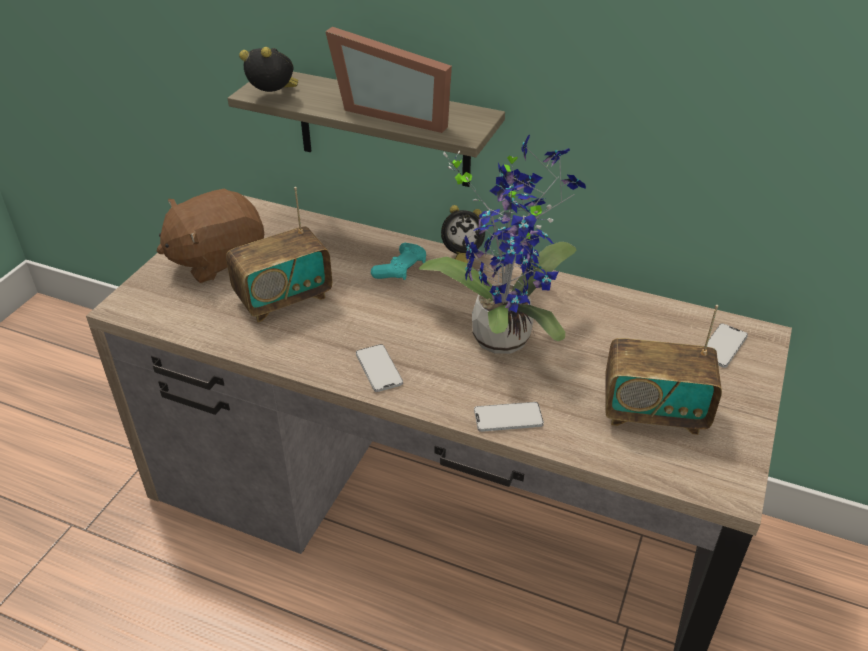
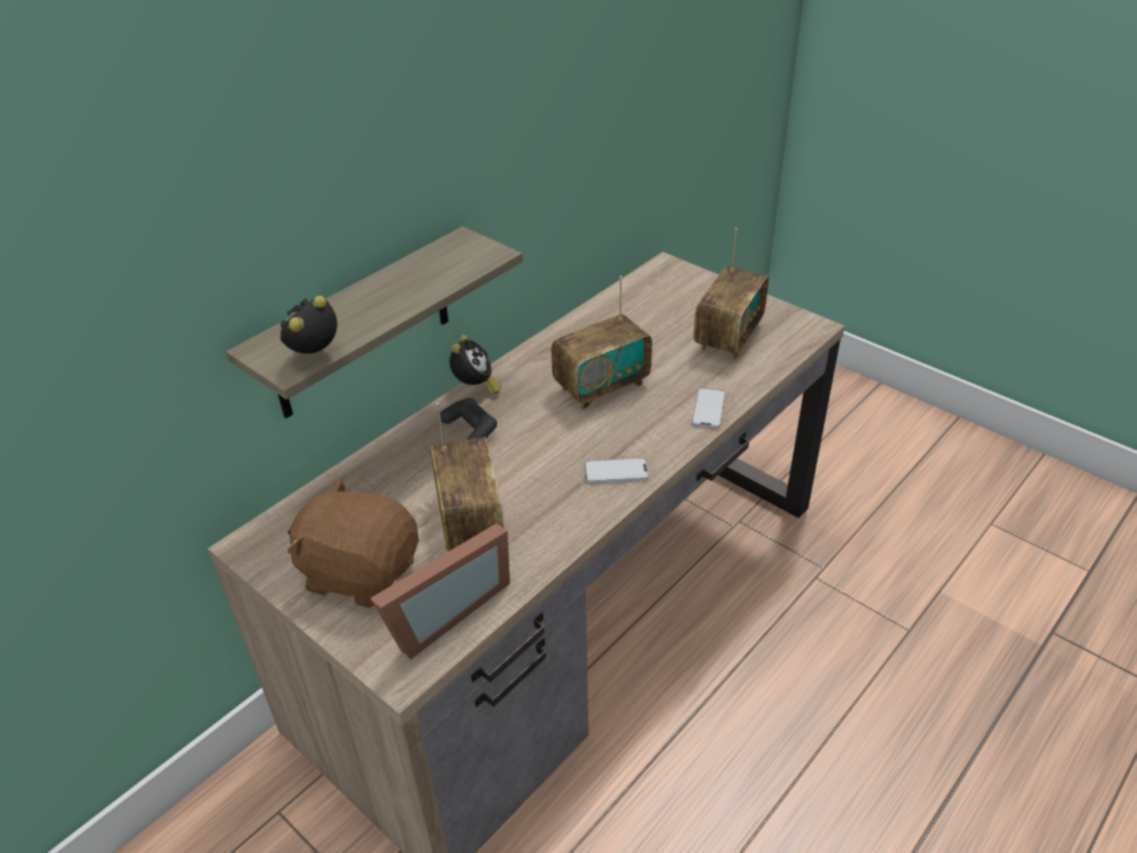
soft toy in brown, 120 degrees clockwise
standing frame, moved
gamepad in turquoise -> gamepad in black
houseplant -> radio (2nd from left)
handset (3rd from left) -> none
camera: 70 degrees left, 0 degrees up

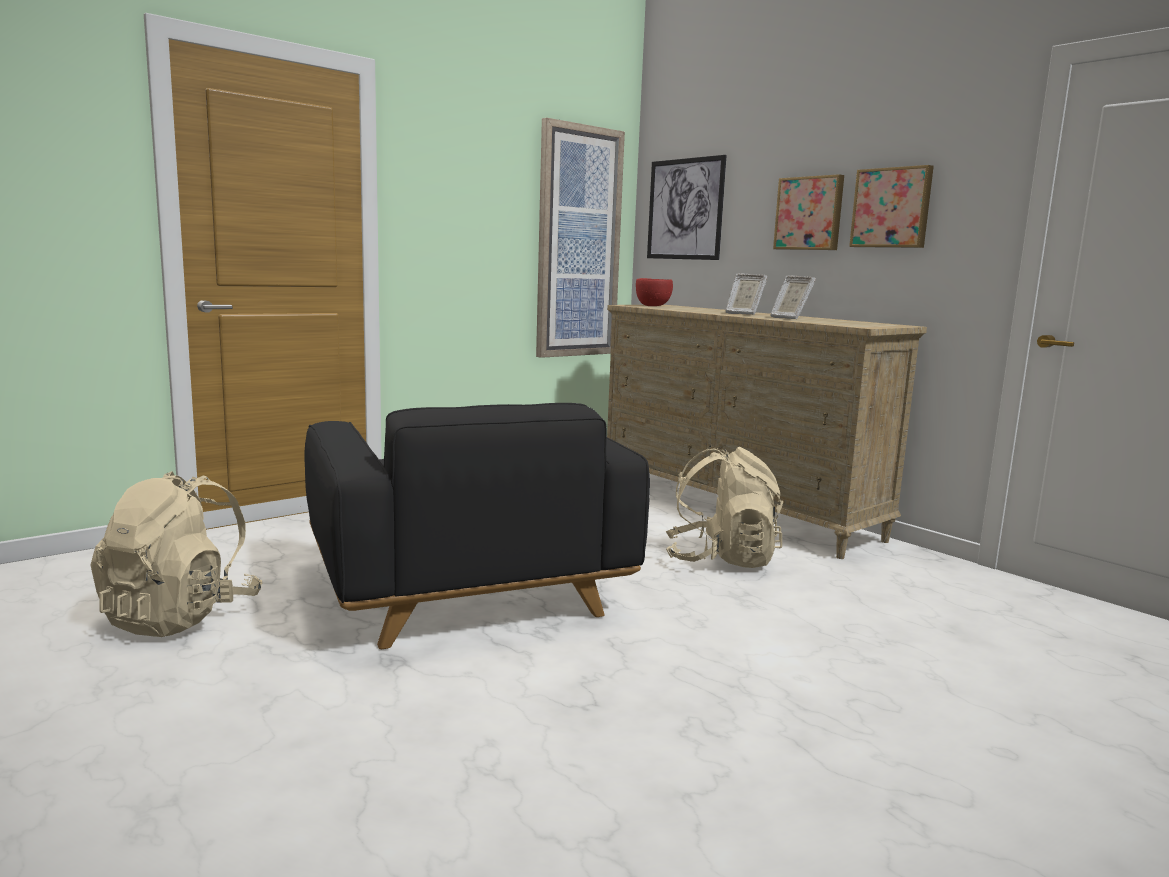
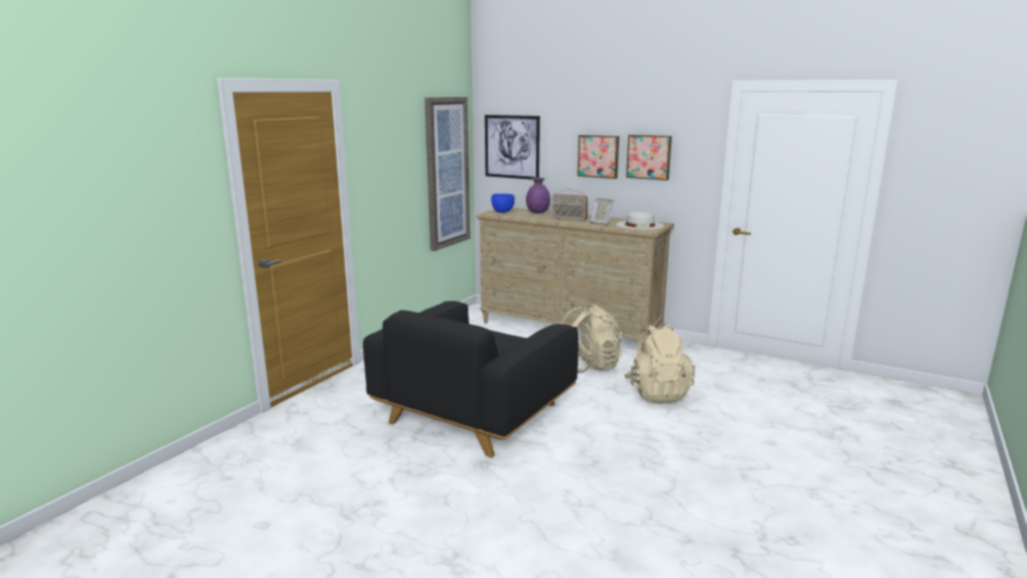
lounge chair in black, 75 degrees clockwise
serving bowl in red-coloured -> serving bowl in blue
none -> vase in purplish
standing frame (1st from left) -> radio
none -> wearable hat in whitish
backpack in beige (1st from left in the first image) -> backpack in beige (2nd from left), moved
camera: 20 degrees left, 5 degrees up

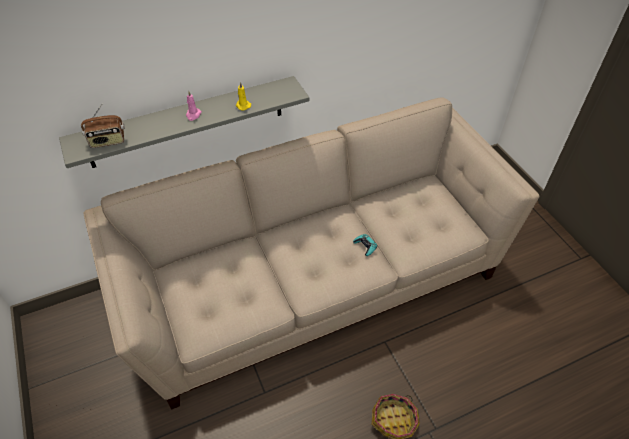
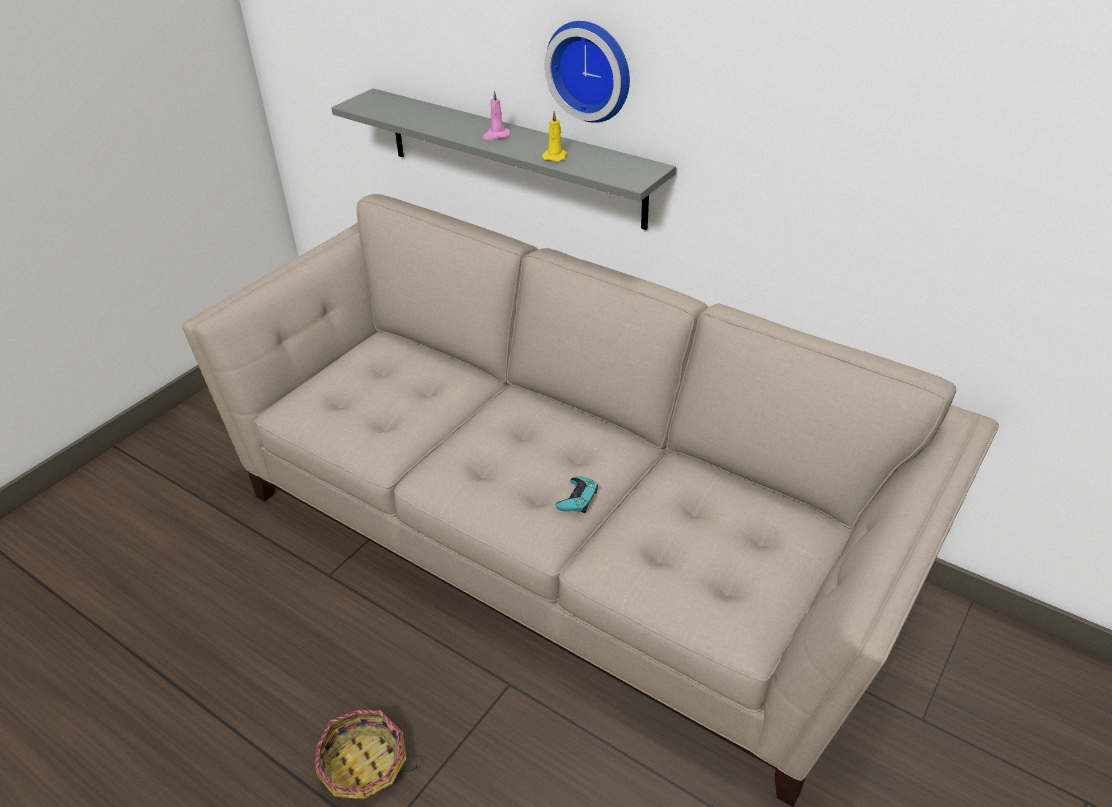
none -> clock on the wall
radio -> none
camera: 60 degrees right, 10 degrees down

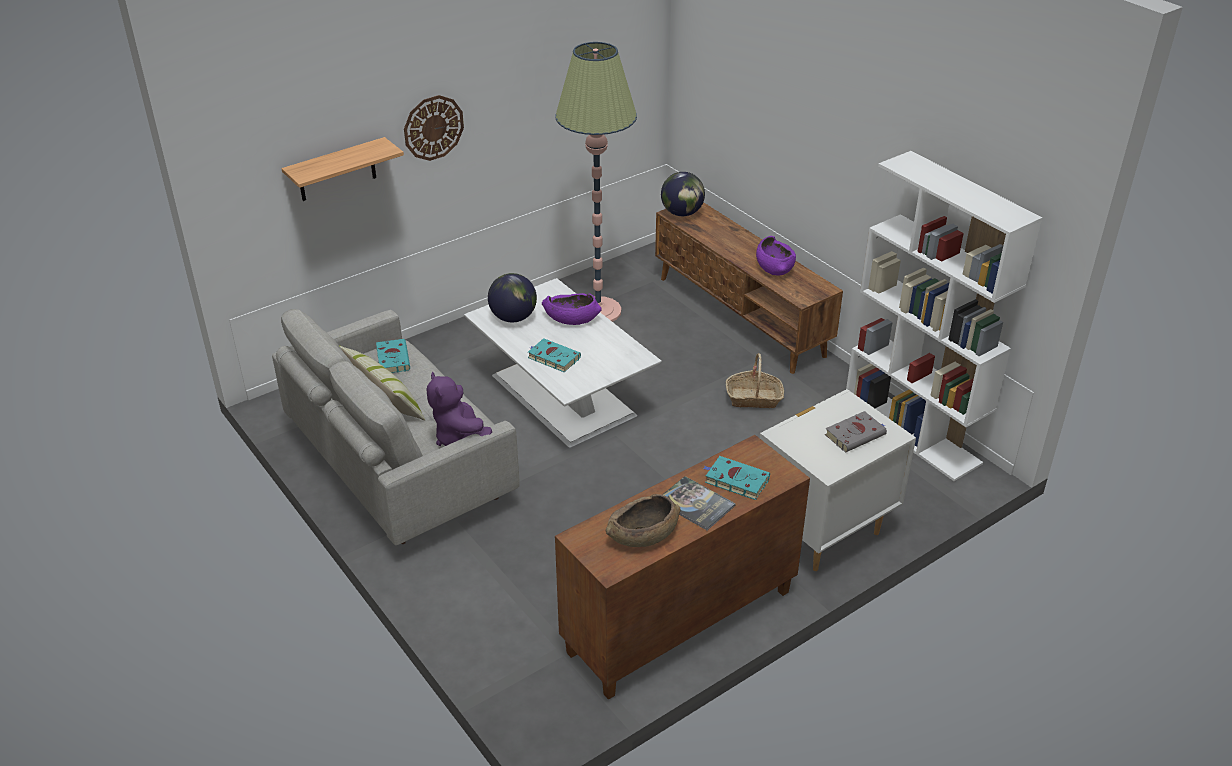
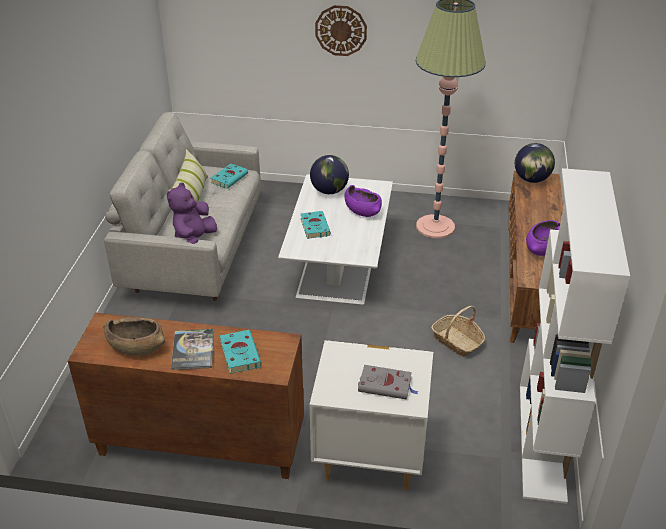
wall shelf -> none
camera: 45 degrees right, 0 degrees up

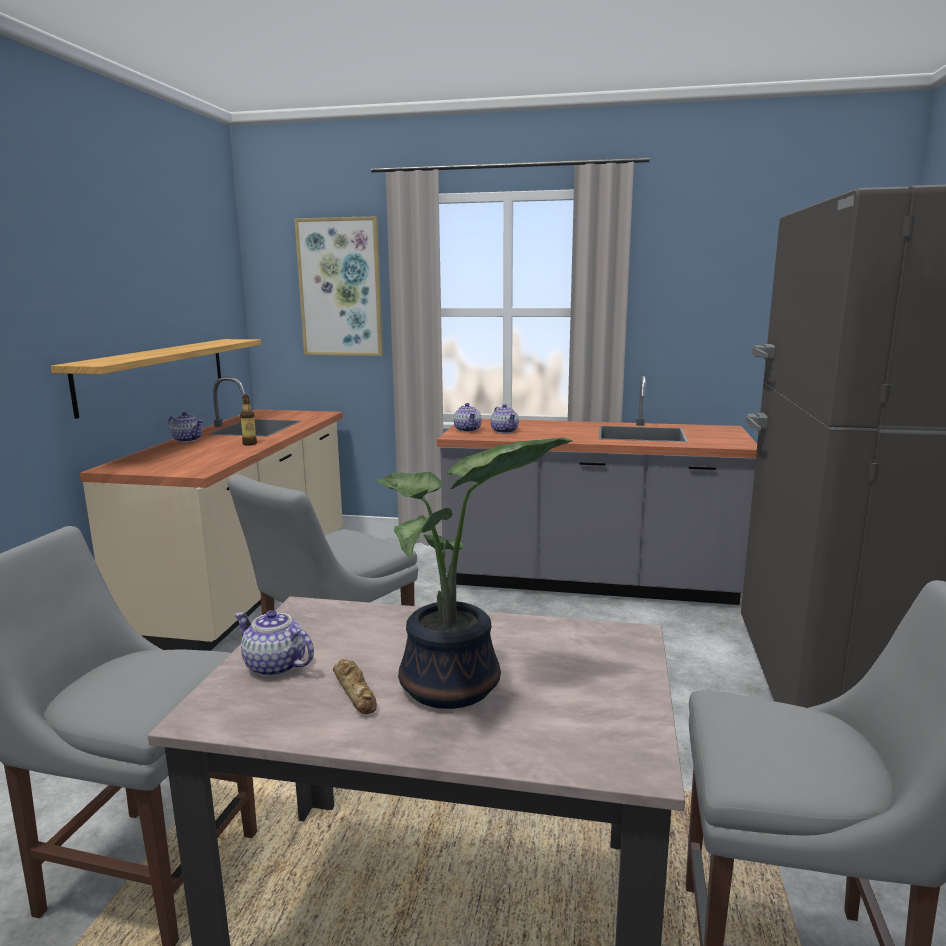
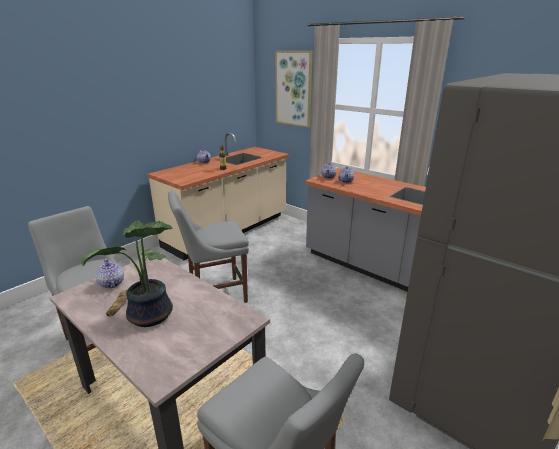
wall shelf -> none
camera: 30 degrees right, 10 degrees up

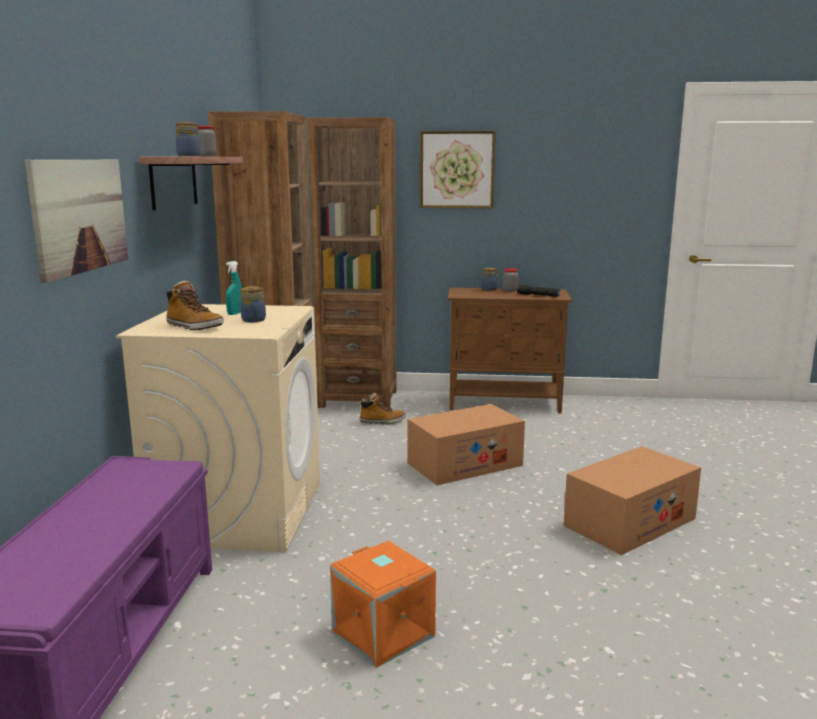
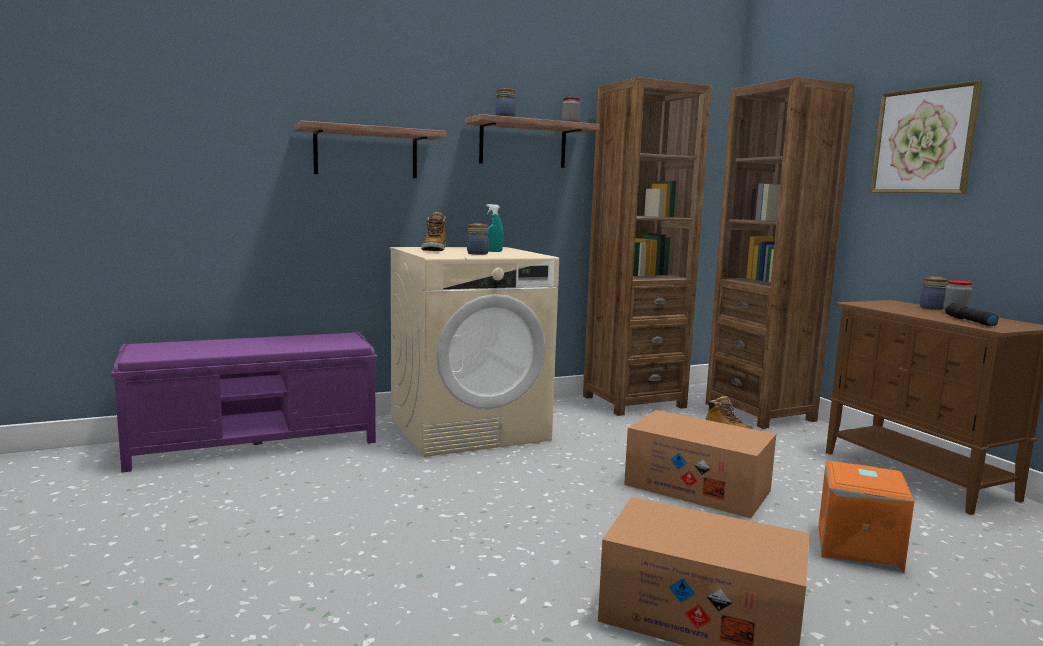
picture (1st from left) -> wall shelf (1st from left)
storage box in orangey, moved
camera: 60 degrees right, 5 degrees down

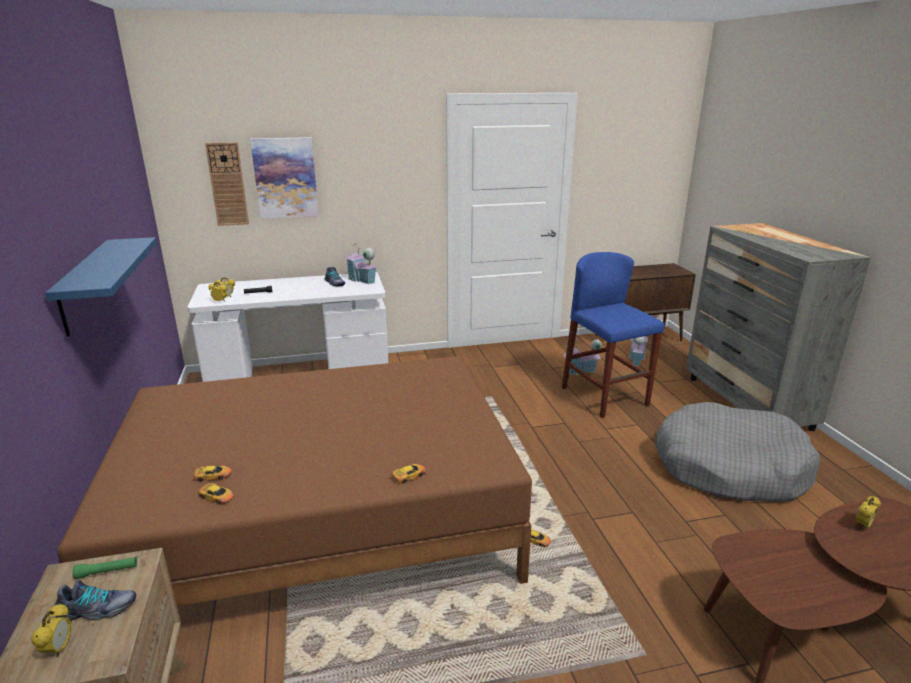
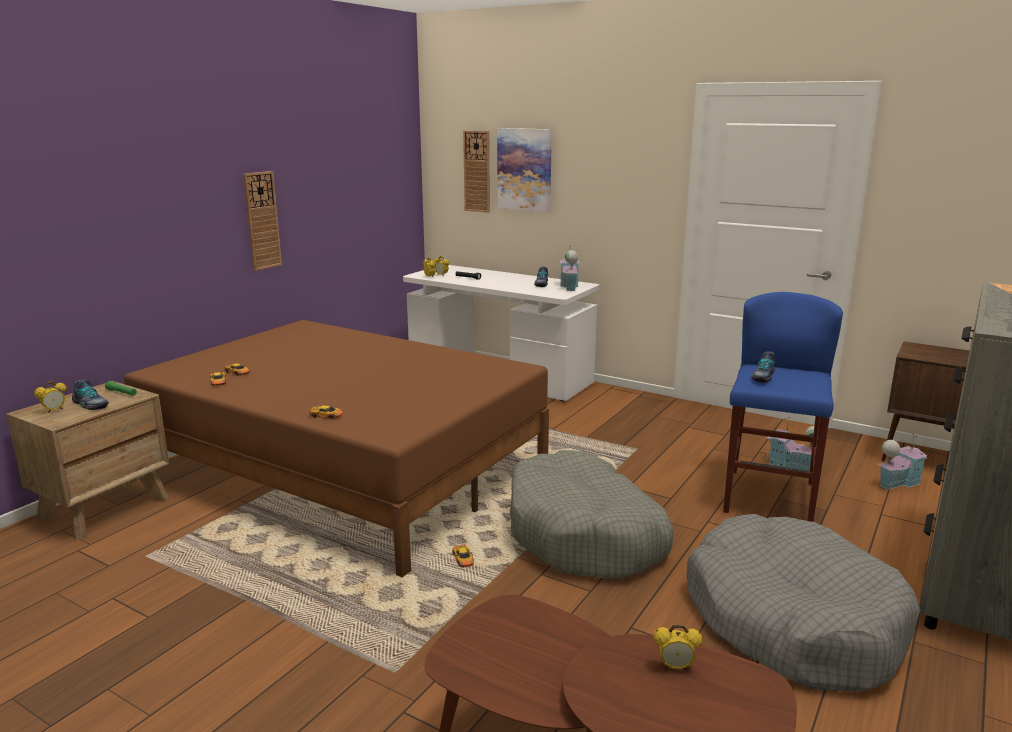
wall shelf in blue -> clock on the wall (1st from left)
none -> dog cushion in greyish (1st from left)
none -> item of footwear (3rd from left)
camera: 45 degrees right, 5 degrees down

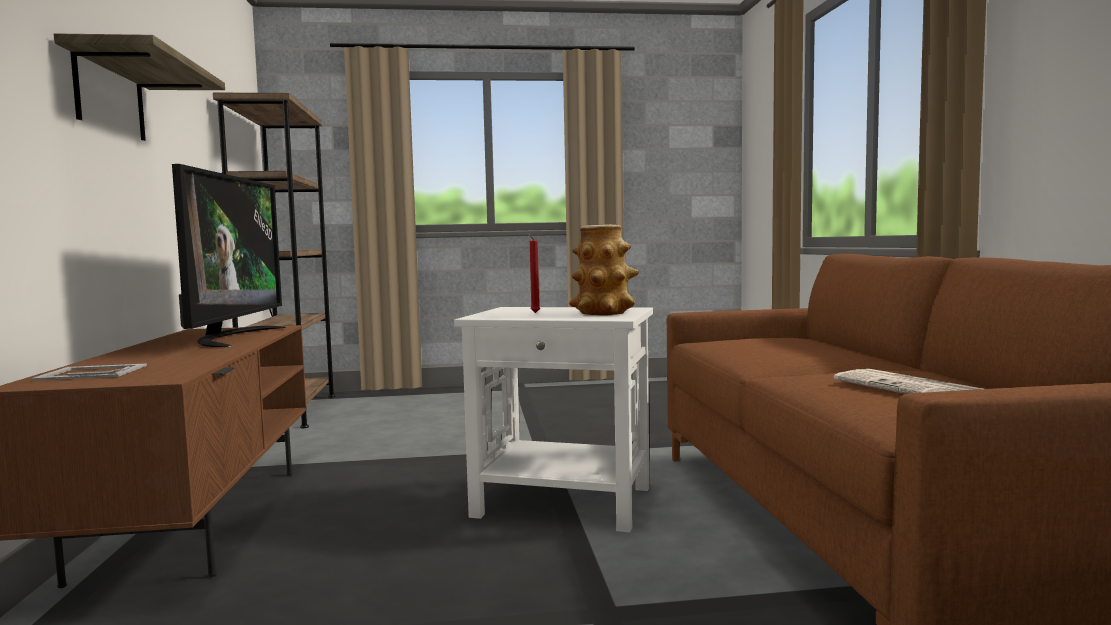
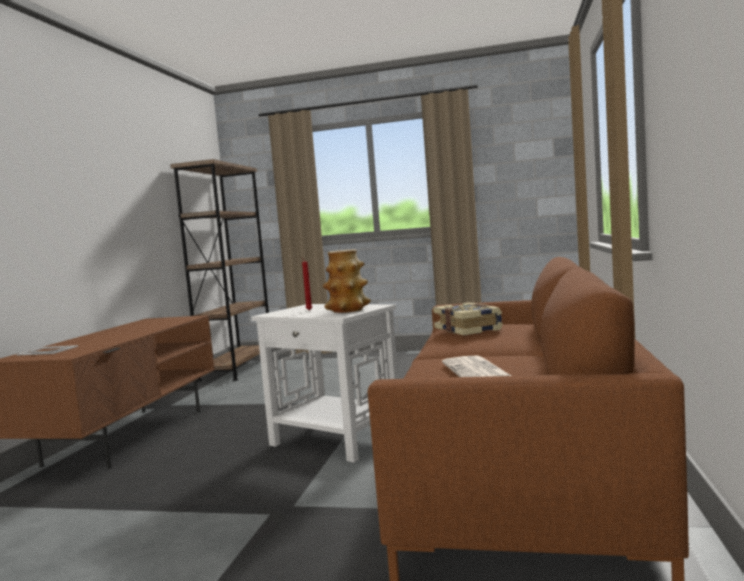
none -> bound book
wall shelf -> none
TV -> none
camera: 20 degrees right, 0 degrees up

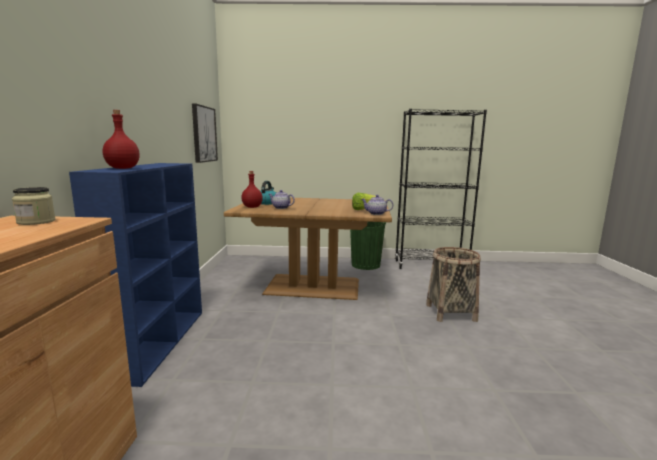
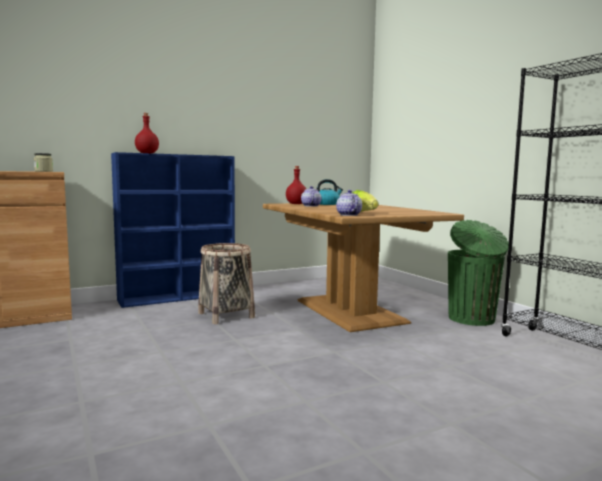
basket, moved
picture -> none
camera: 60 degrees right, 5 degrees down

